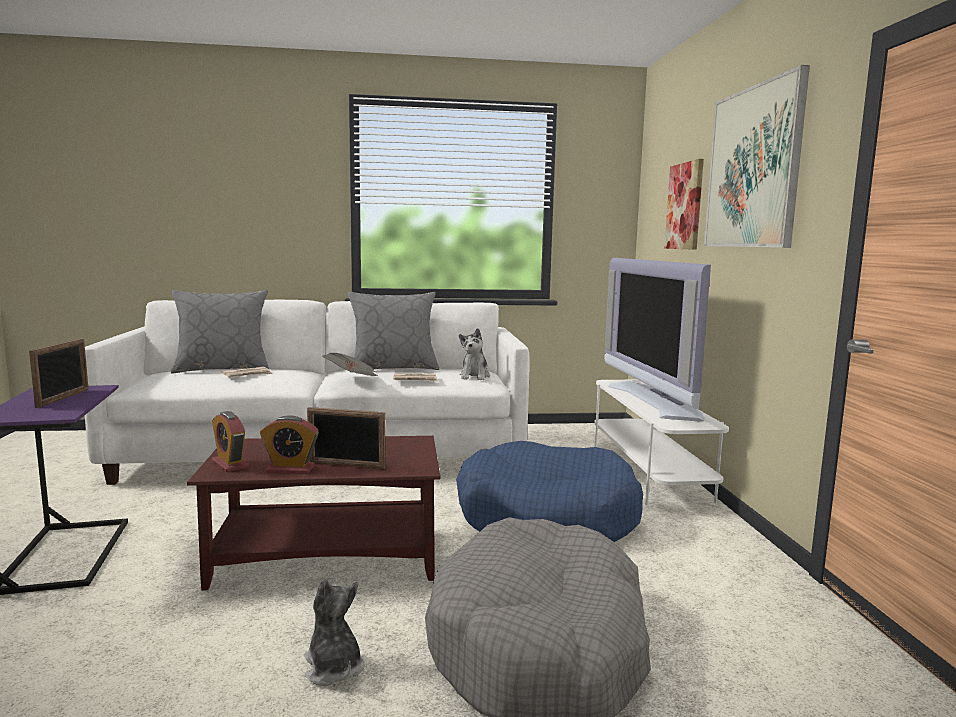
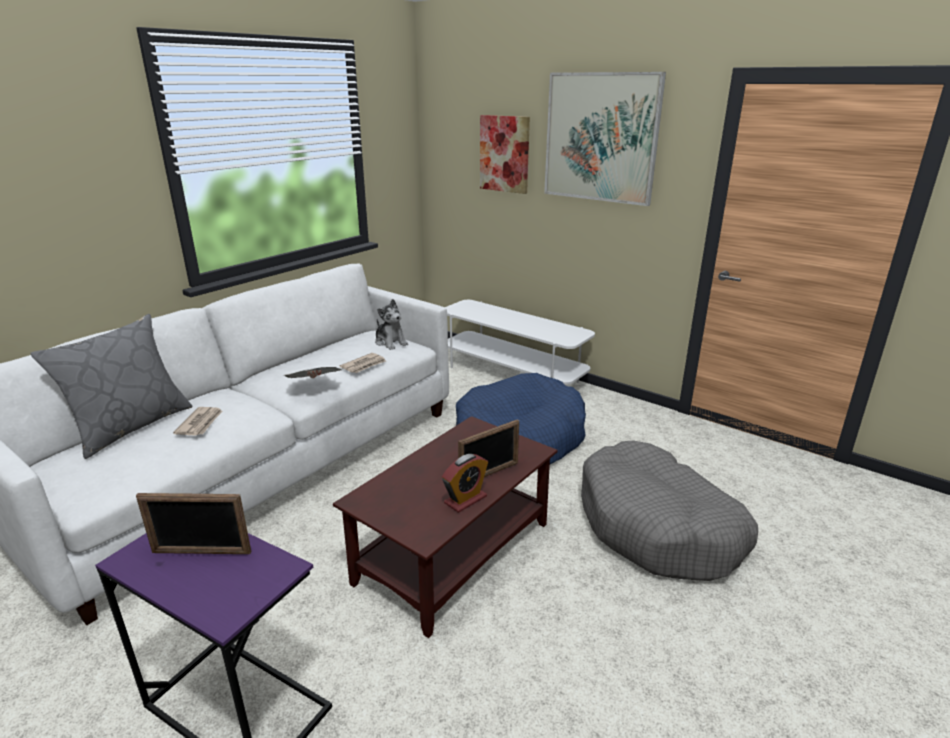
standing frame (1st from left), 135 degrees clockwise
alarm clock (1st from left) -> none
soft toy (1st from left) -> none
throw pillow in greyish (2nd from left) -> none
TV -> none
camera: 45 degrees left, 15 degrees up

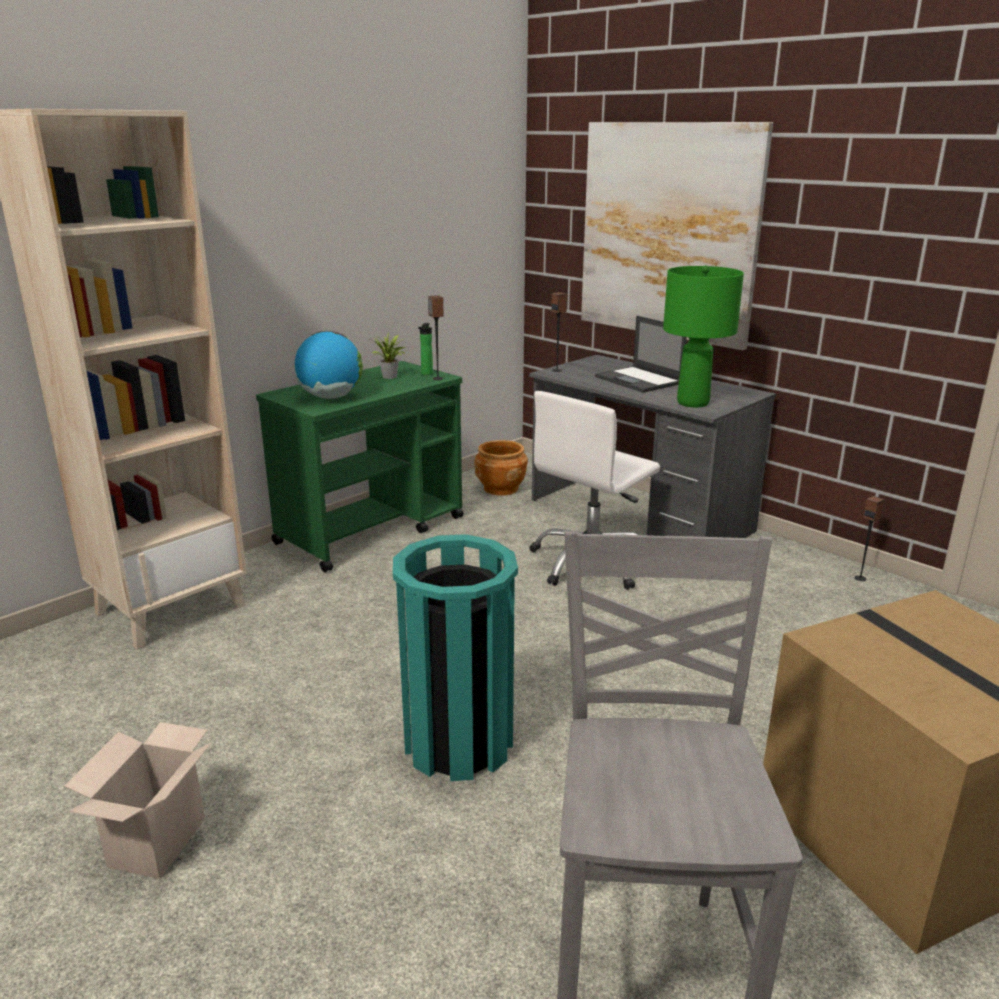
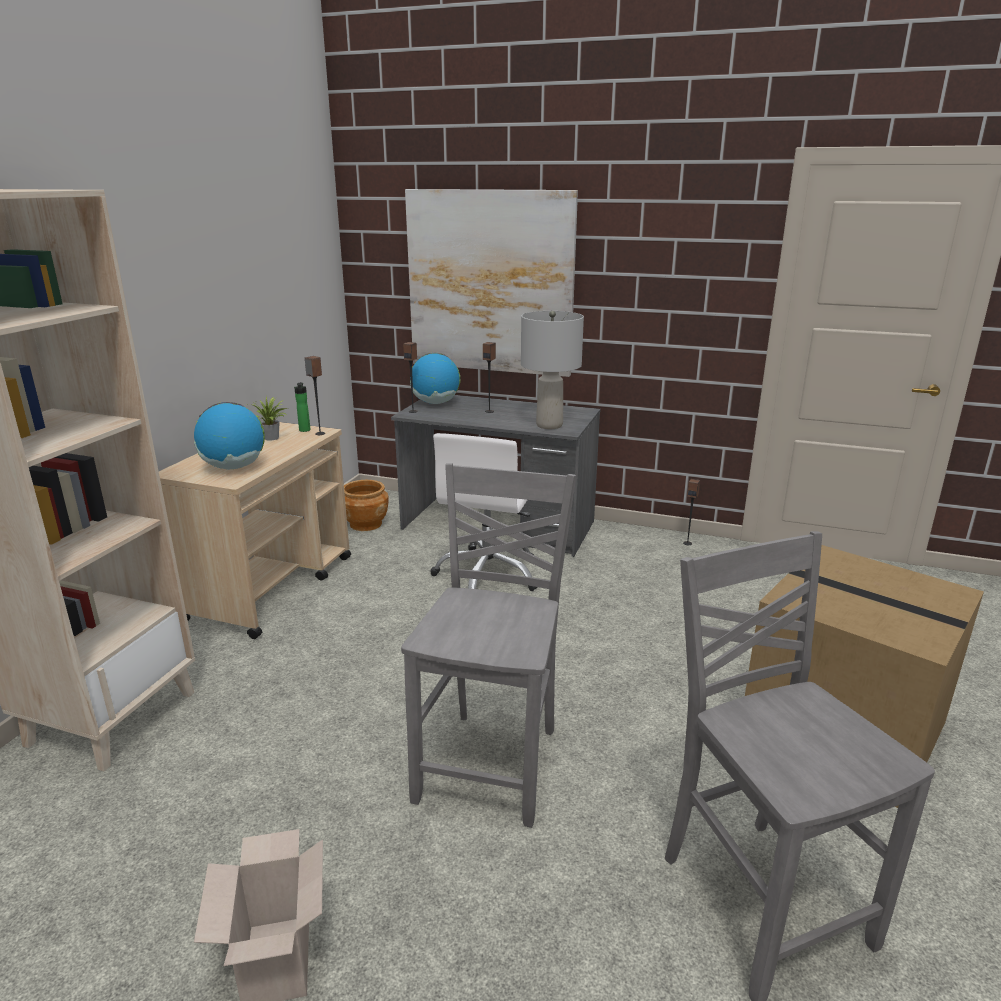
wheeled cart in green -> wheeled cart in beige
rubbish bin in turquoise -> chair in greyish (1st from left)
none -> desk globe (2nd from left)
portable computer -> audio speaker (3rd from left)
tabletop lamp in green -> tabletop lamp in greyish
camera: 25 degrees left, 0 degrees up

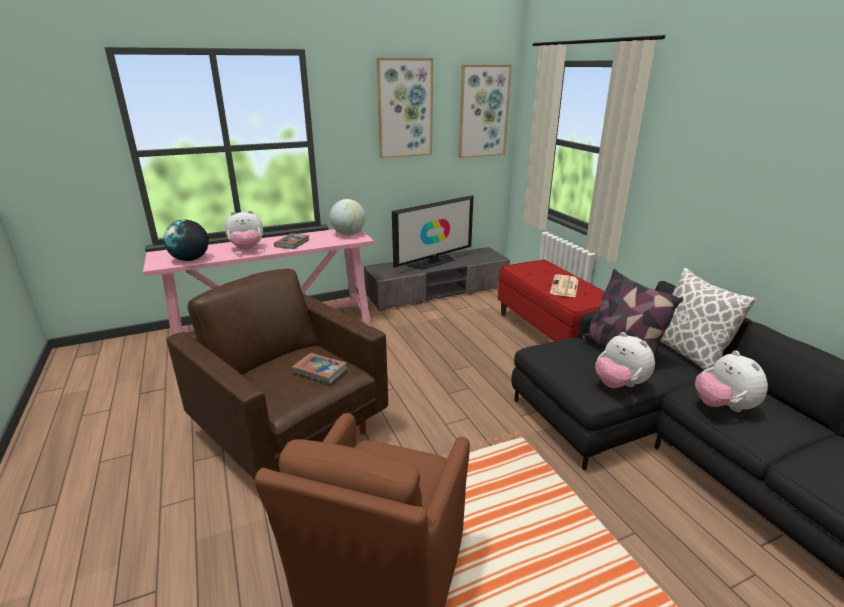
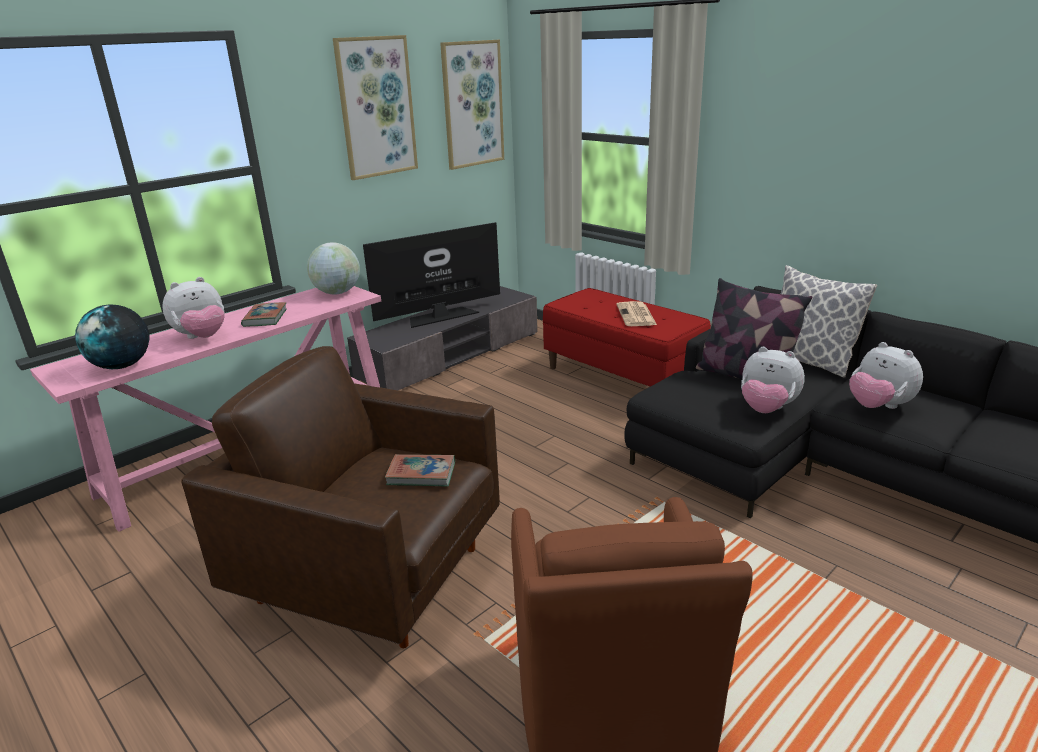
TV, 150 degrees counterclockwise
camera: 20 degrees left, 0 degrees up

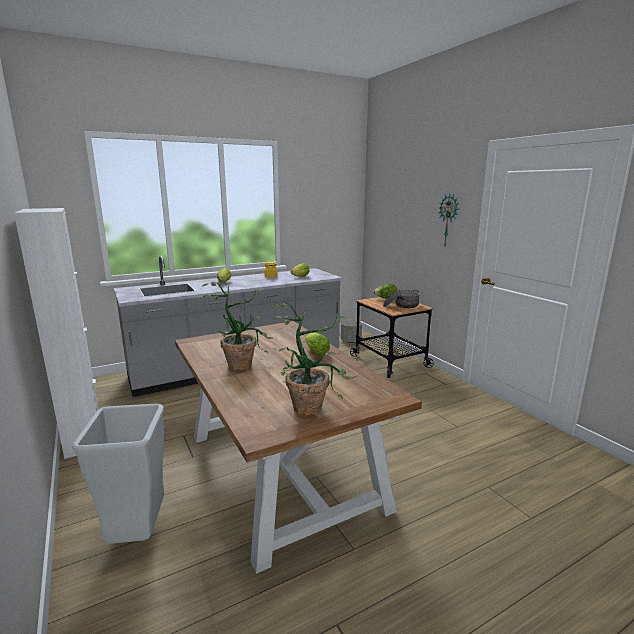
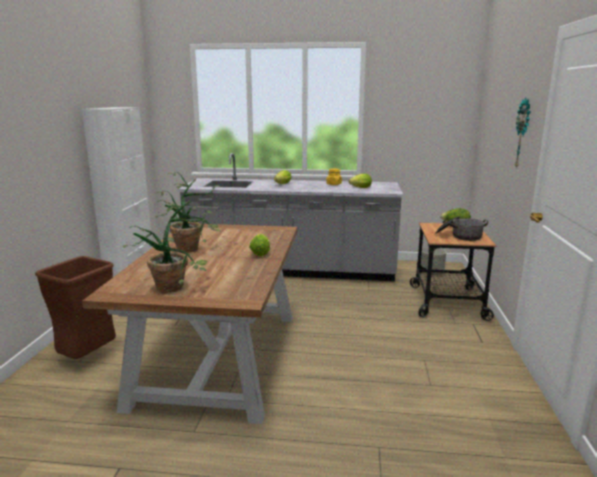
rubbish bin in greyish -> rubbish bin in brown
camera: 35 degrees right, 0 degrees up

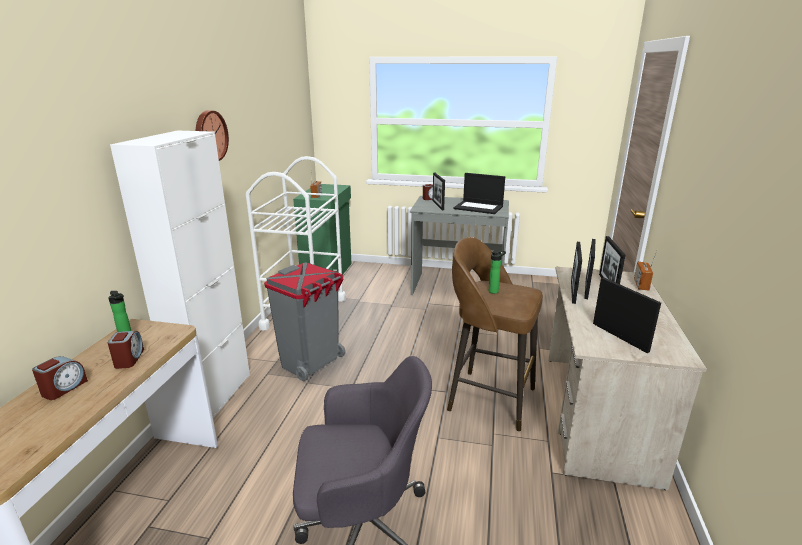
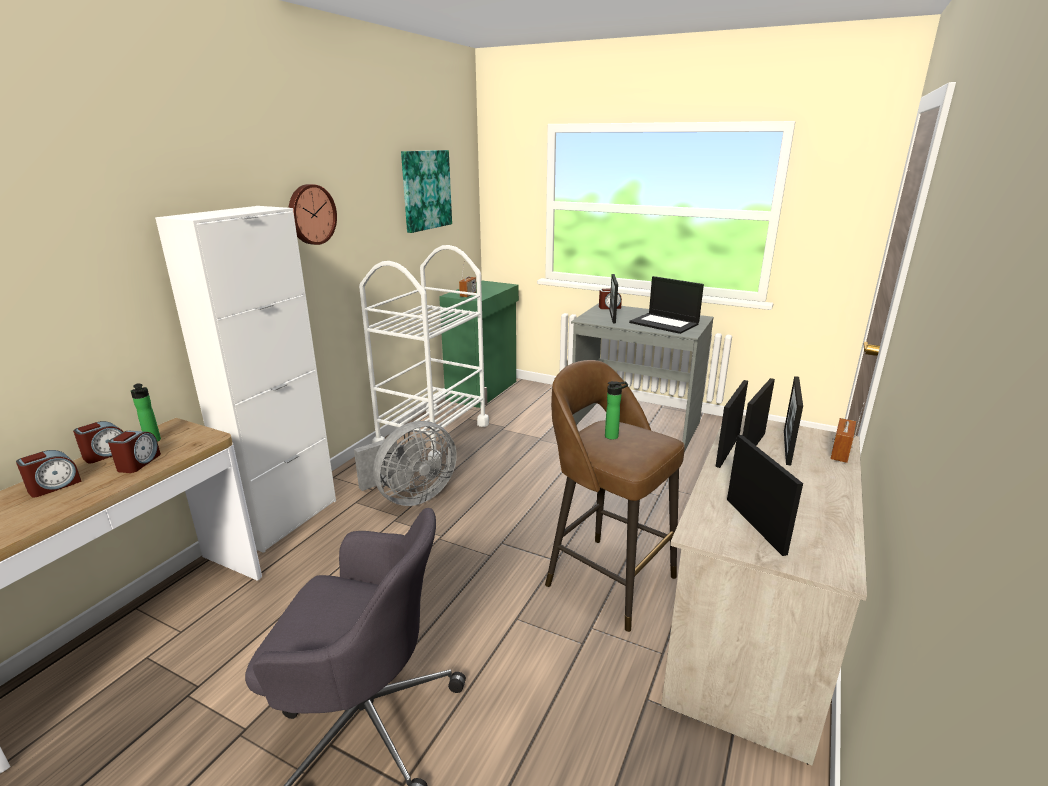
none -> alarm clock (2nd from left)
rubbish bin in greyish -> cooling fan in greyish
none -> picture
camera: 15 degrees right, 0 degrees up

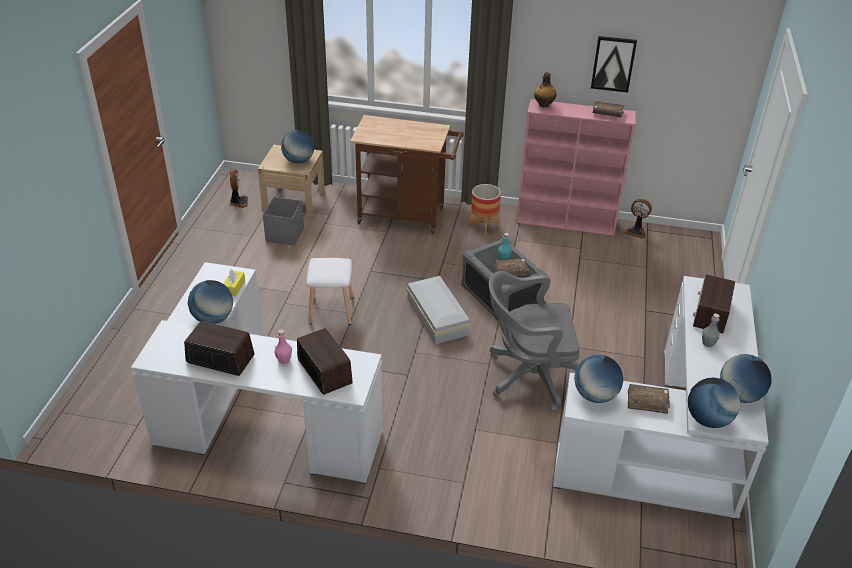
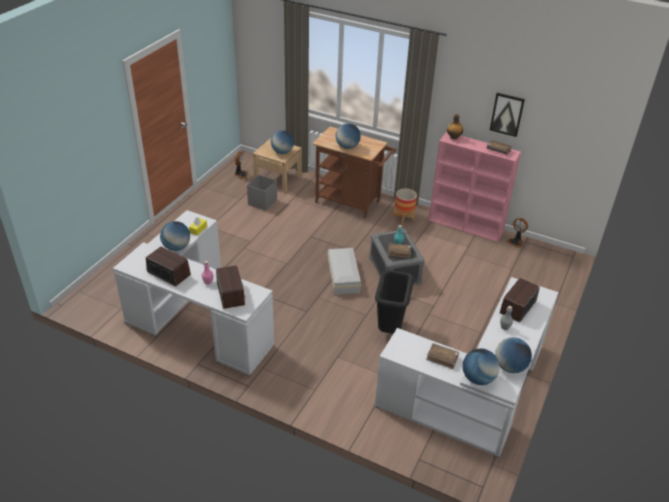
desk globe (3rd from left), moved
computer chair in greyish -> rubbish bin in black
stool in whitish -> none
camera: 15 degrees right, 0 degrees up

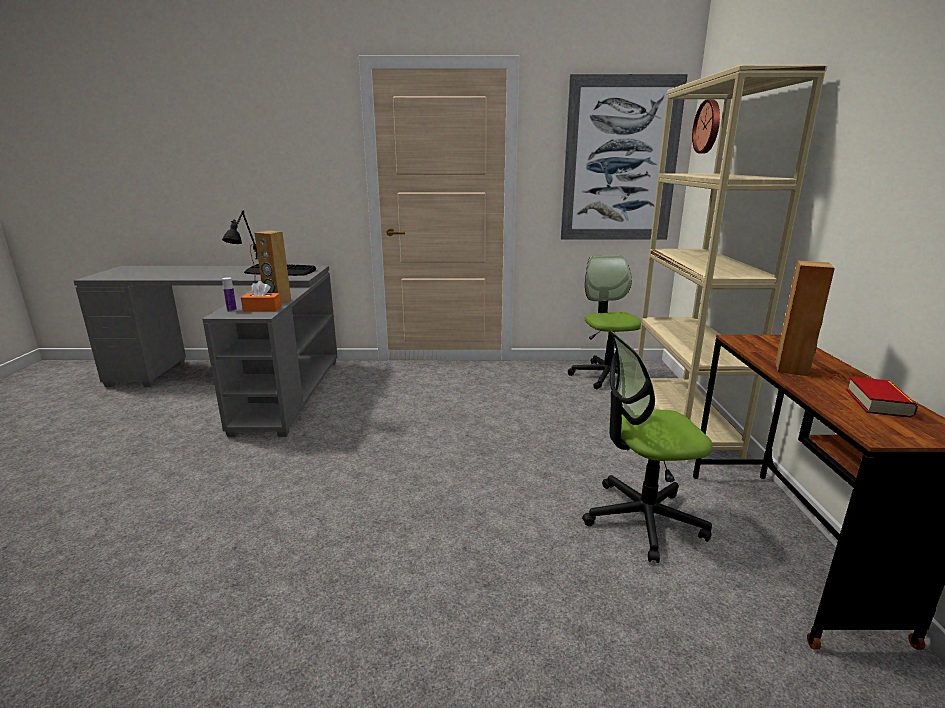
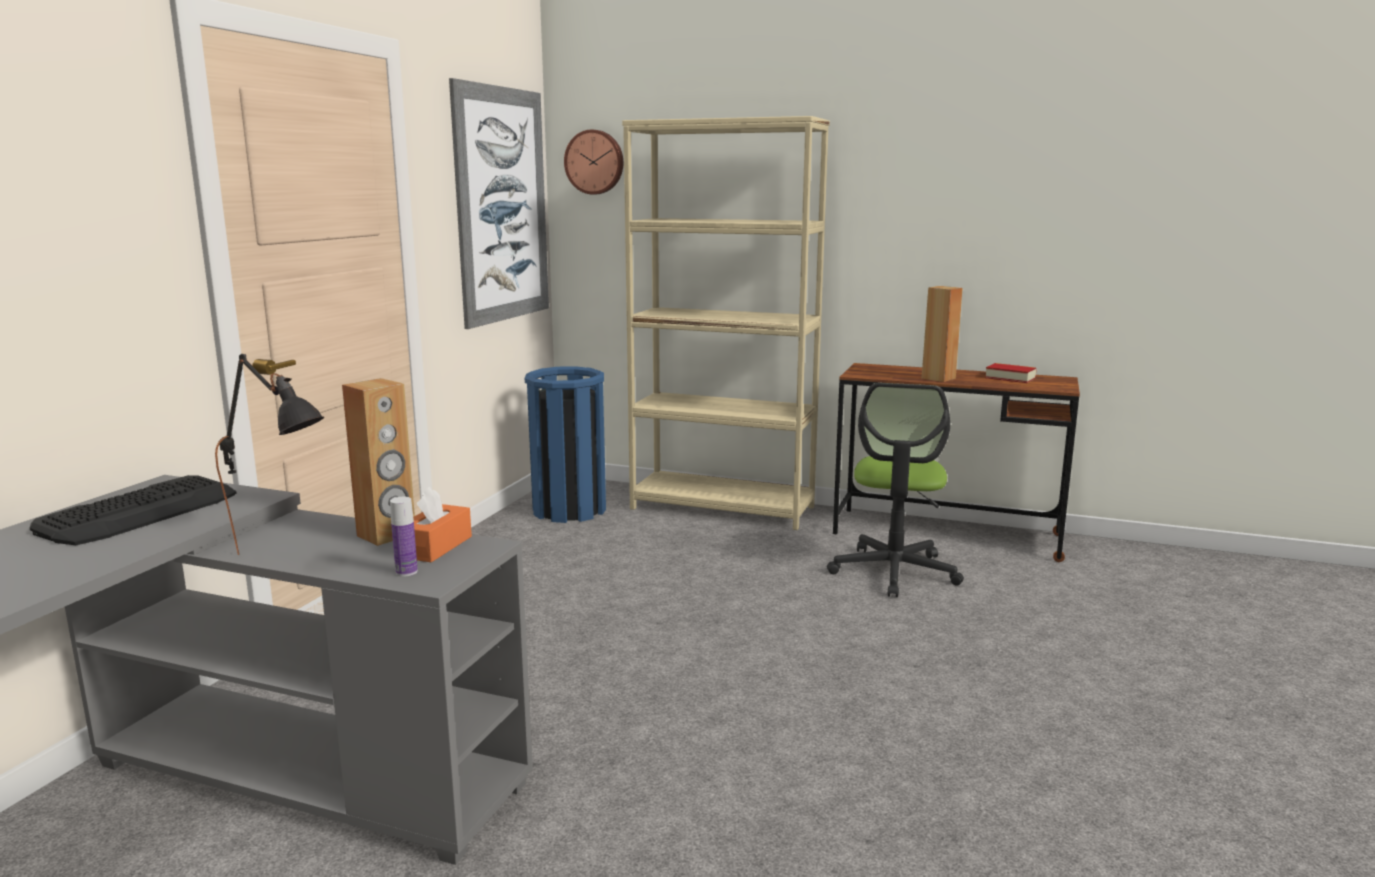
computer chair (1st from left) -> rubbish bin in blue
camera: 70 degrees left, 5 degrees down

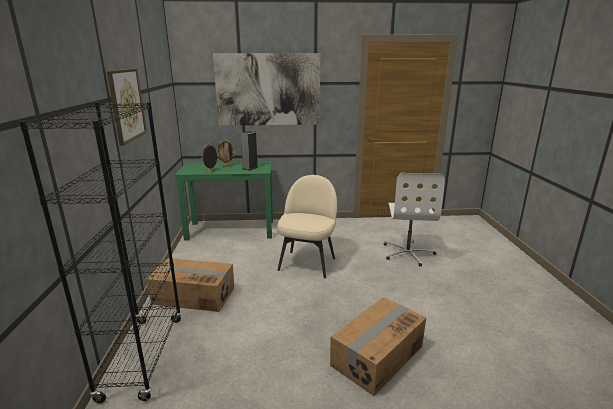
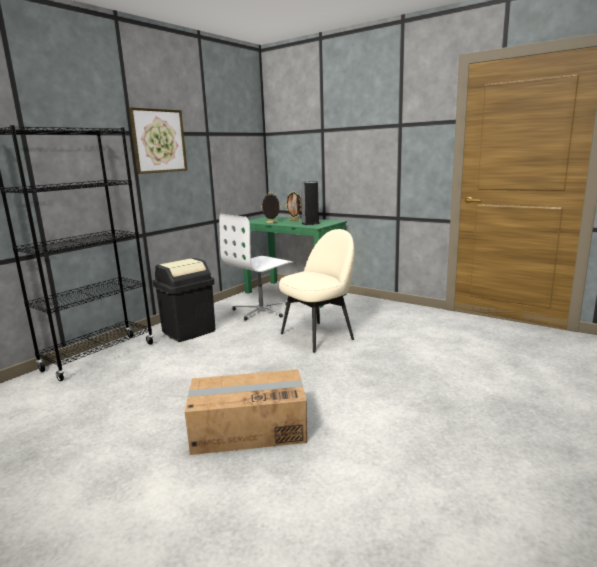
packing box (1st from left) -> rubbish bin in black
computer chair in whitish, moved
picture (2nd from left) -> none
camera: 40 degrees right, 5 degrees down

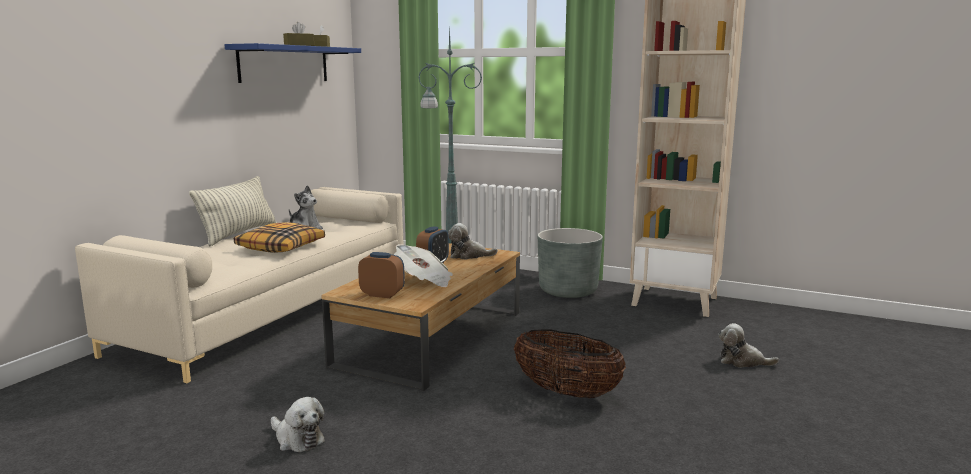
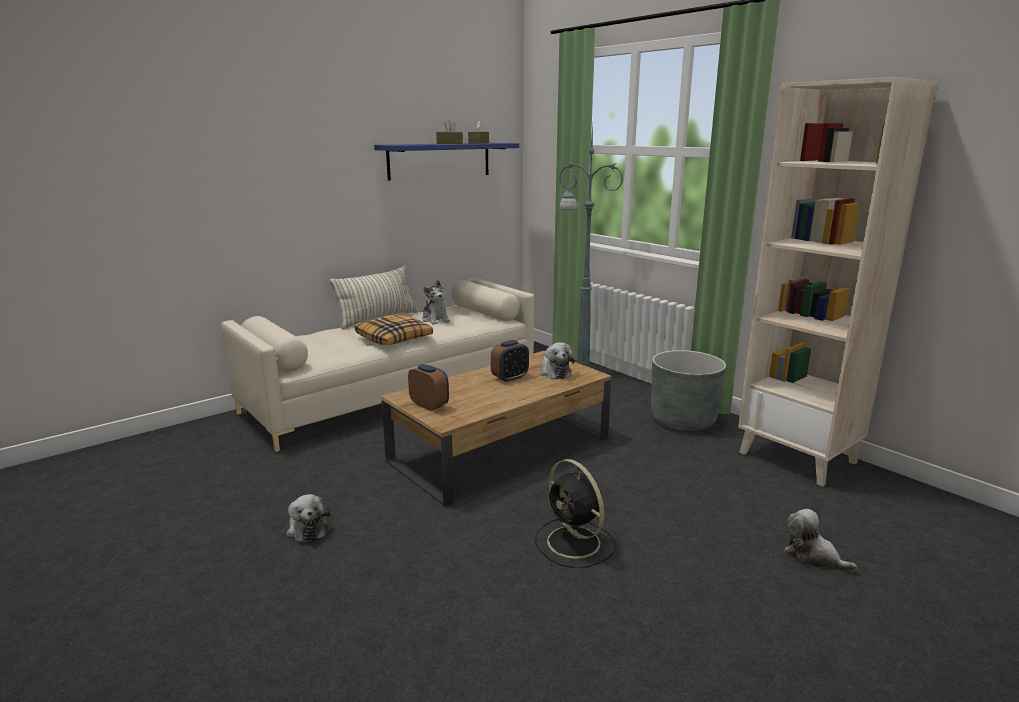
basket -> cooling fan in black
soft toy (3rd from left), 135 degrees counterclockwise
newspaper -> none
camera: 25 degrees right, 5 degrees up

